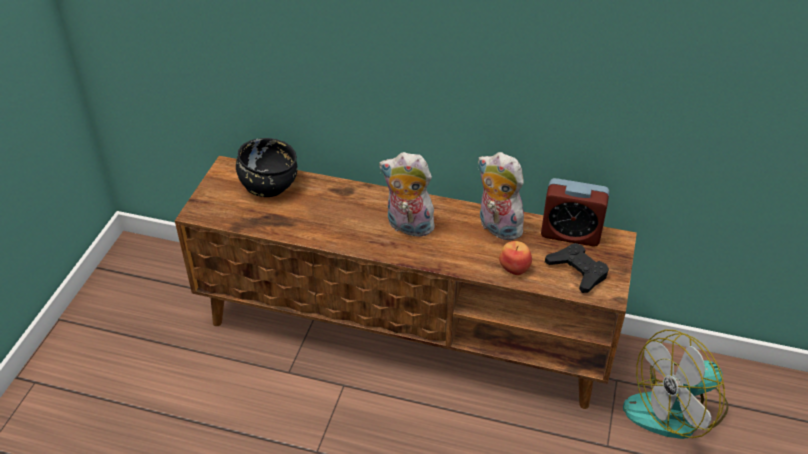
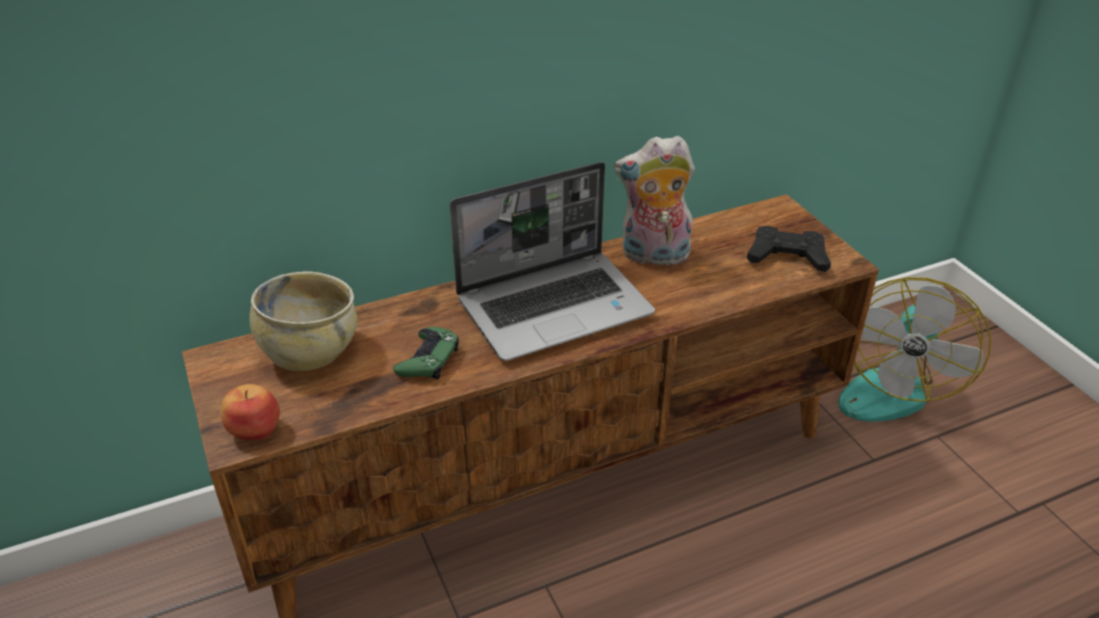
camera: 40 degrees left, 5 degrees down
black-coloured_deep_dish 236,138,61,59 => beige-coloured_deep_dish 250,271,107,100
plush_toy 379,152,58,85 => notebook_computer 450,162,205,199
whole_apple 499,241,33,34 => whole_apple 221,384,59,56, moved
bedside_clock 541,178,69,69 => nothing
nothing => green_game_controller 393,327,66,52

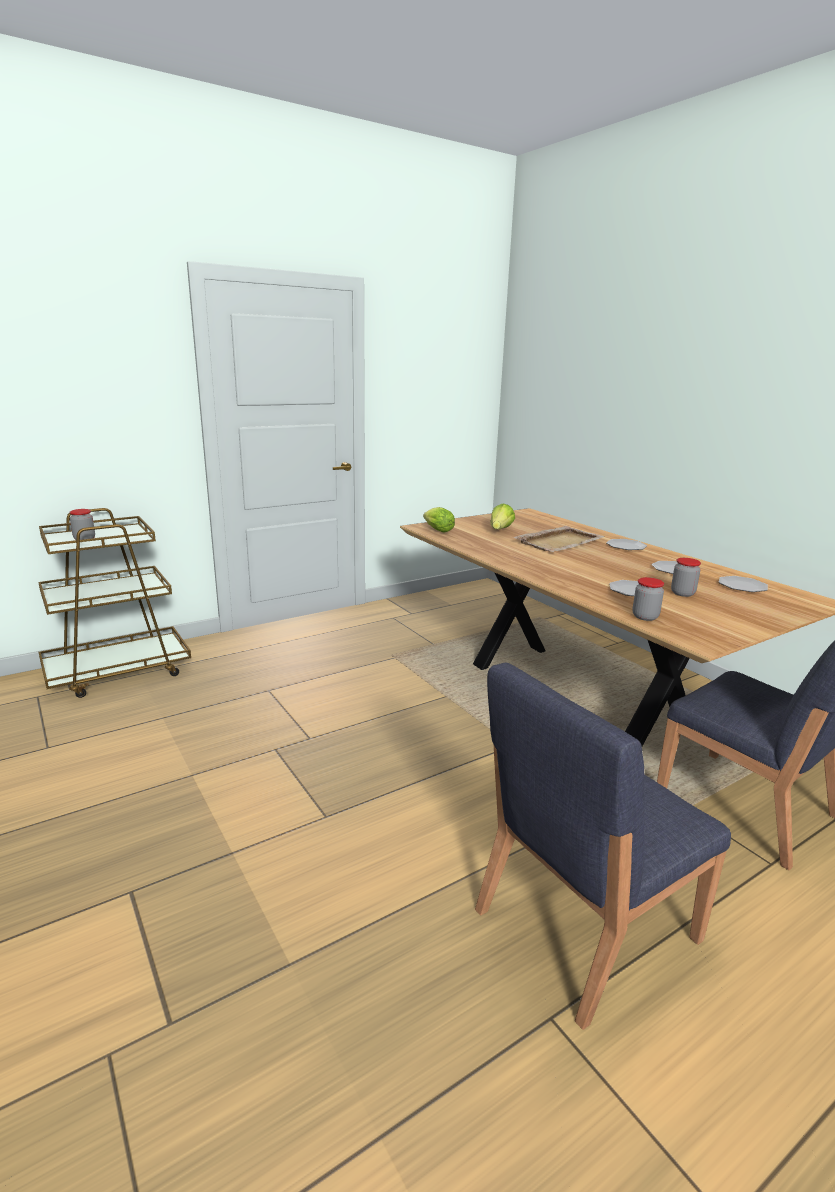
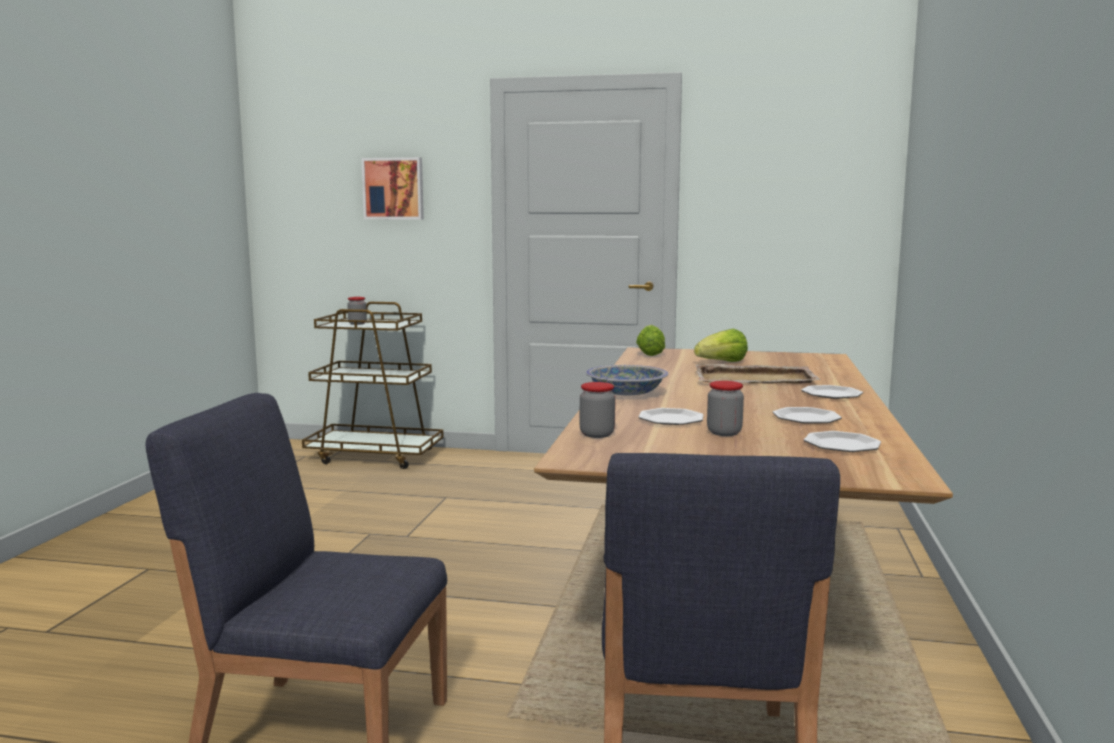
camera: 45 degrees right, 10 degrees down
nothing => wall_picture 361,157,63,62
nothing => deep_dish 586,365,82,30

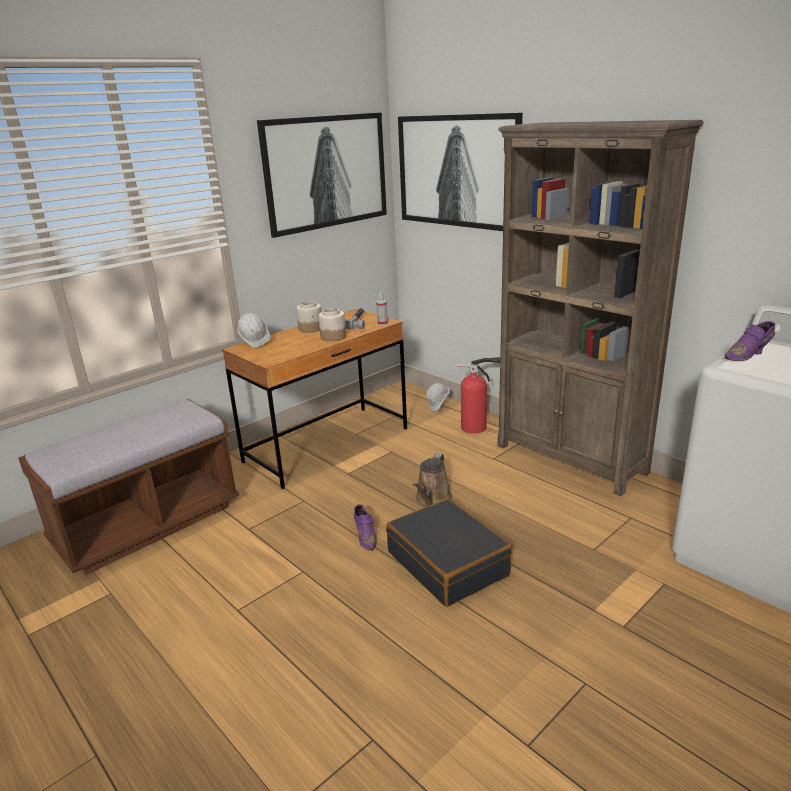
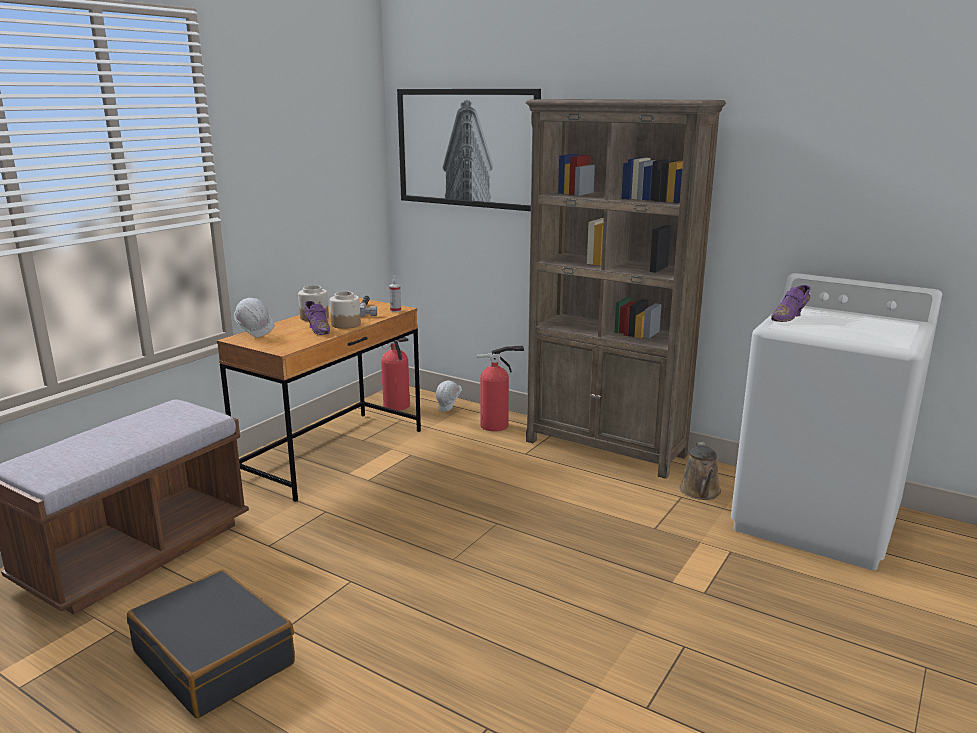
camera: 15 degrees left, 5 degrees down
wall_picture 257,113,130,125 => nothing
purple-coloured_low_shoe 354,504,23,47 => purple-coloured_low_shoe 304,301,26,34, moved
black-coloured_piece_of_luggage 386,498,127,109 => black-coloured_piece_of_luggage 127,569,168,149, moved
brown_watering_pot 412,453,40,54 => brown_watering_pot 680,442,41,58, moved
nothing => extinguisher 381,337,29,74

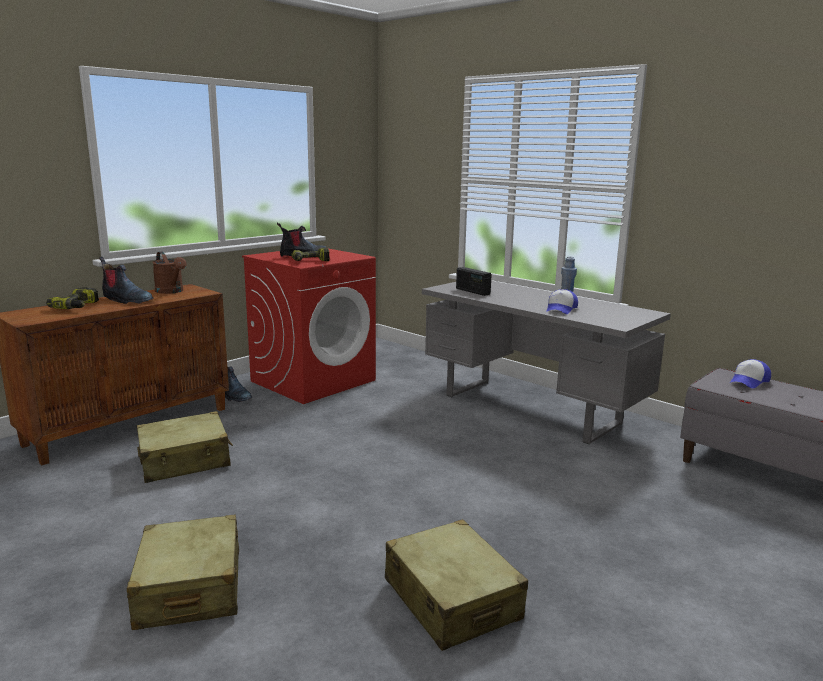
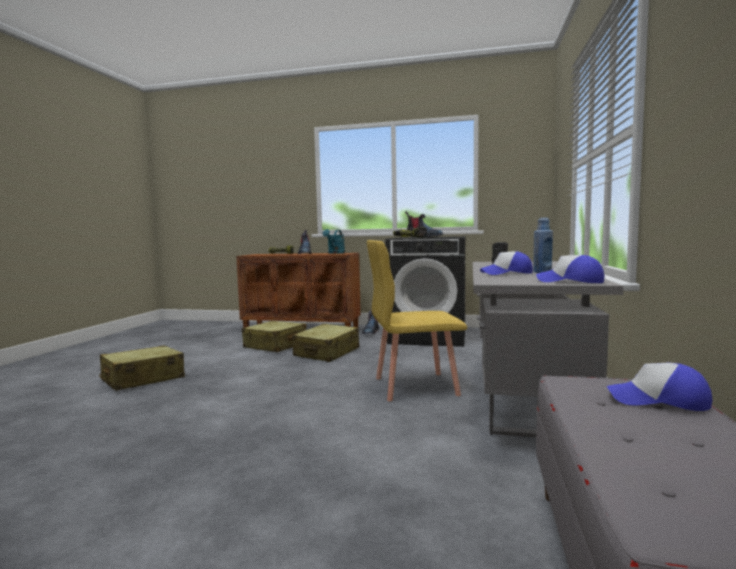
camera: 60 degrees right, 10 degrees down
brown_watering_pot 152,252,35,42 => turquoise-coloured_watering_pot 323,229,22,25
red-coloured_washing_machine 242,249,134,155 => black-coloured_washing_machine 385,236,80,111
beige-coloured_piece_of_luggage 385,519,143,132 => beige-coloured_piece_of_luggage 292,324,67,38, moved
nothing => yellow_chair 367,240,100,161
nothing => peaked_cap 536,255,69,28

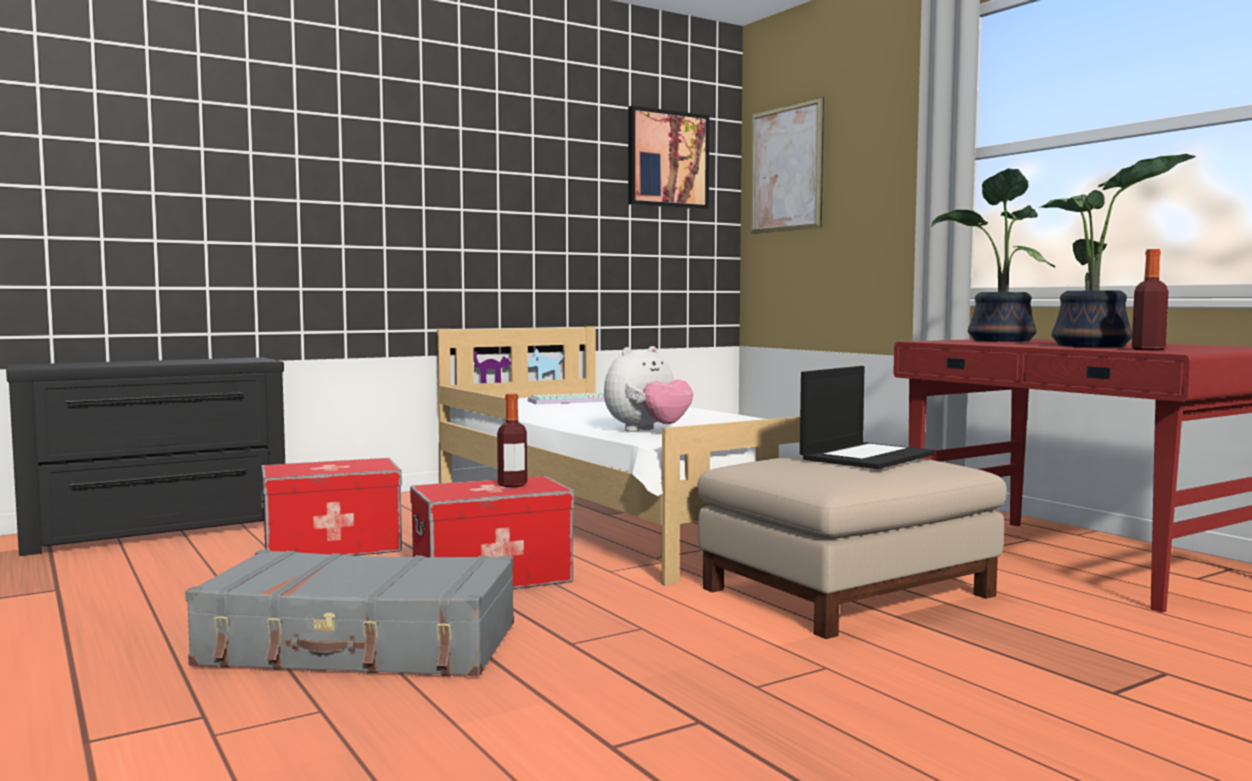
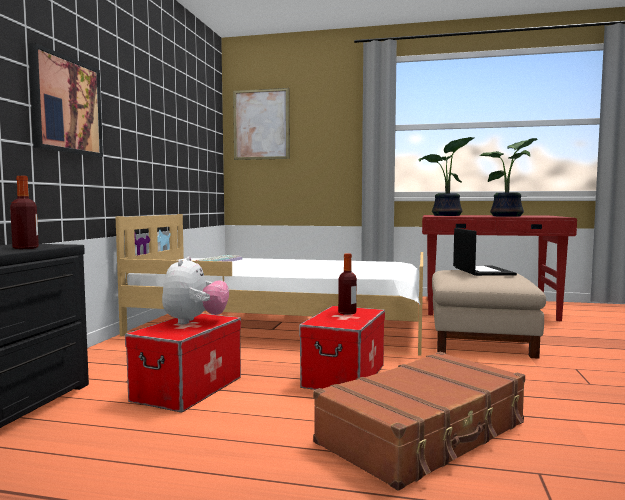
camera: 45 degrees left, 0 degrees up
greyish_piece_of_luggage 185,550,329,126 => brown_piece_of_luggage 313,352,212,139
plush_toy 604,346,89,86 => plush_toy 162,256,67,68, moved
wall_picture 628,106,82,103 => wall_picture 28,43,75,114, moved
bottle 1132,249,37,101 => bottle 10,176,29,73, moved

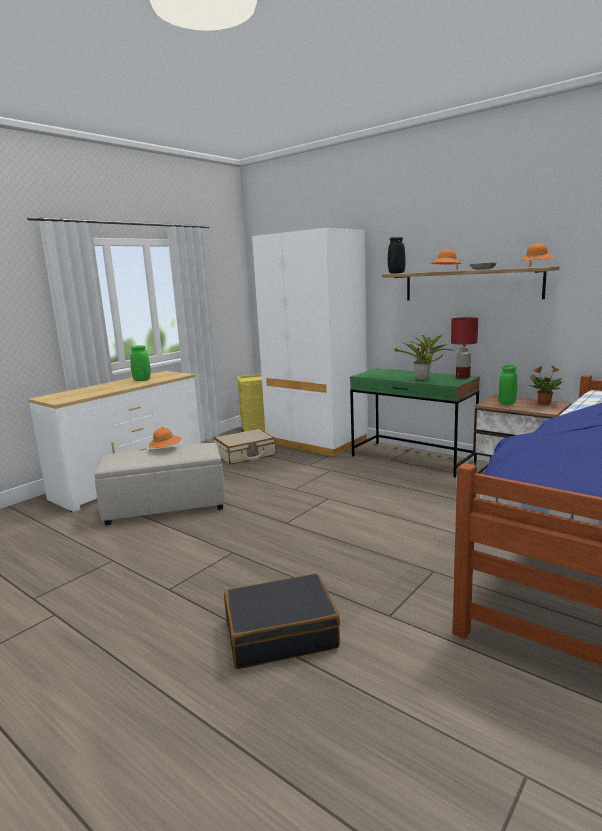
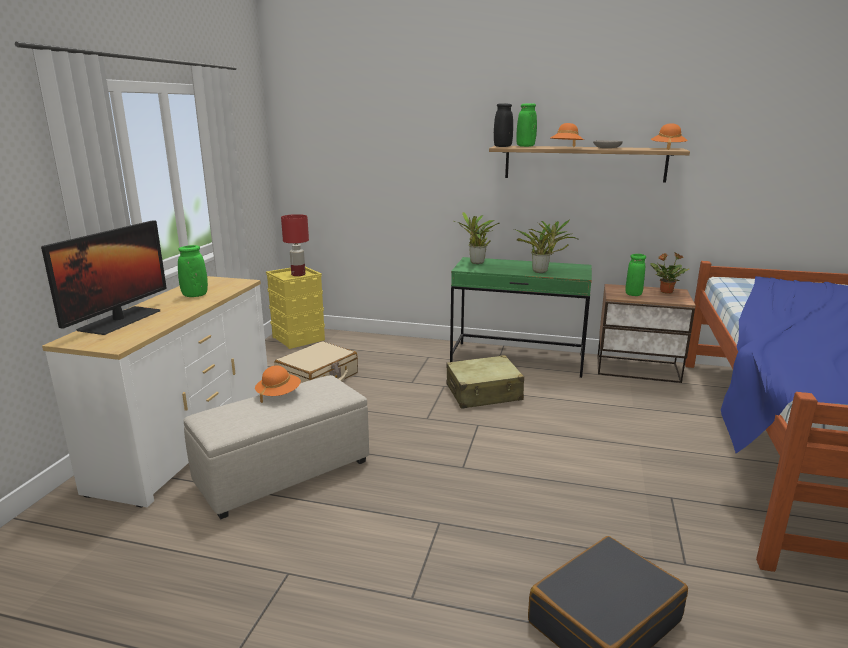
camera: 25 degrees left, 5 degrees up
white-coloured_clothes_cupboard 252,228,116,229 => nothing
red-coloured_lamp_for_a_table 451,317,27,62 => red-coloured_lamp_for_a_table 281,214,28,62, moved
nothing => computer_screen 41,220,126,115
nothing => beige-coloured_piece_of_luggage 447,355,77,54
nothing => plant_in_a_pot 454,212,46,52
nothing => green_vase 516,103,21,44

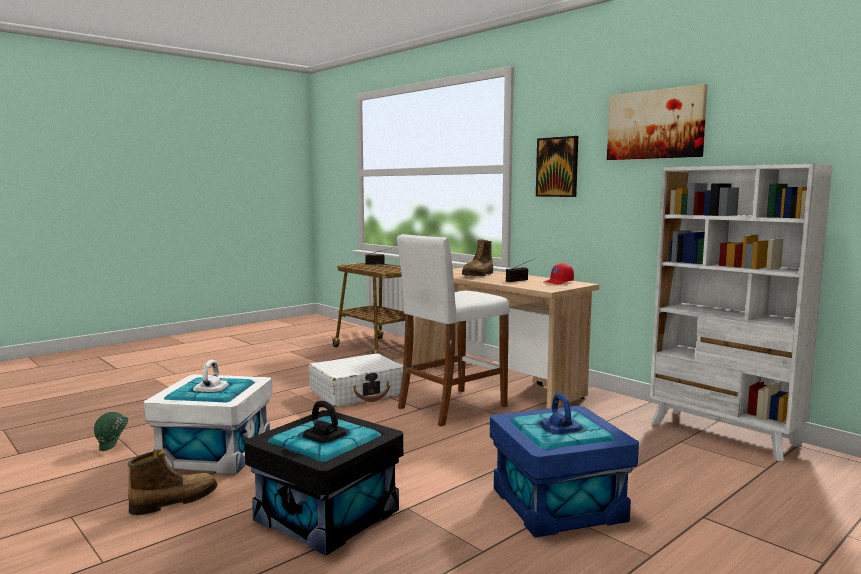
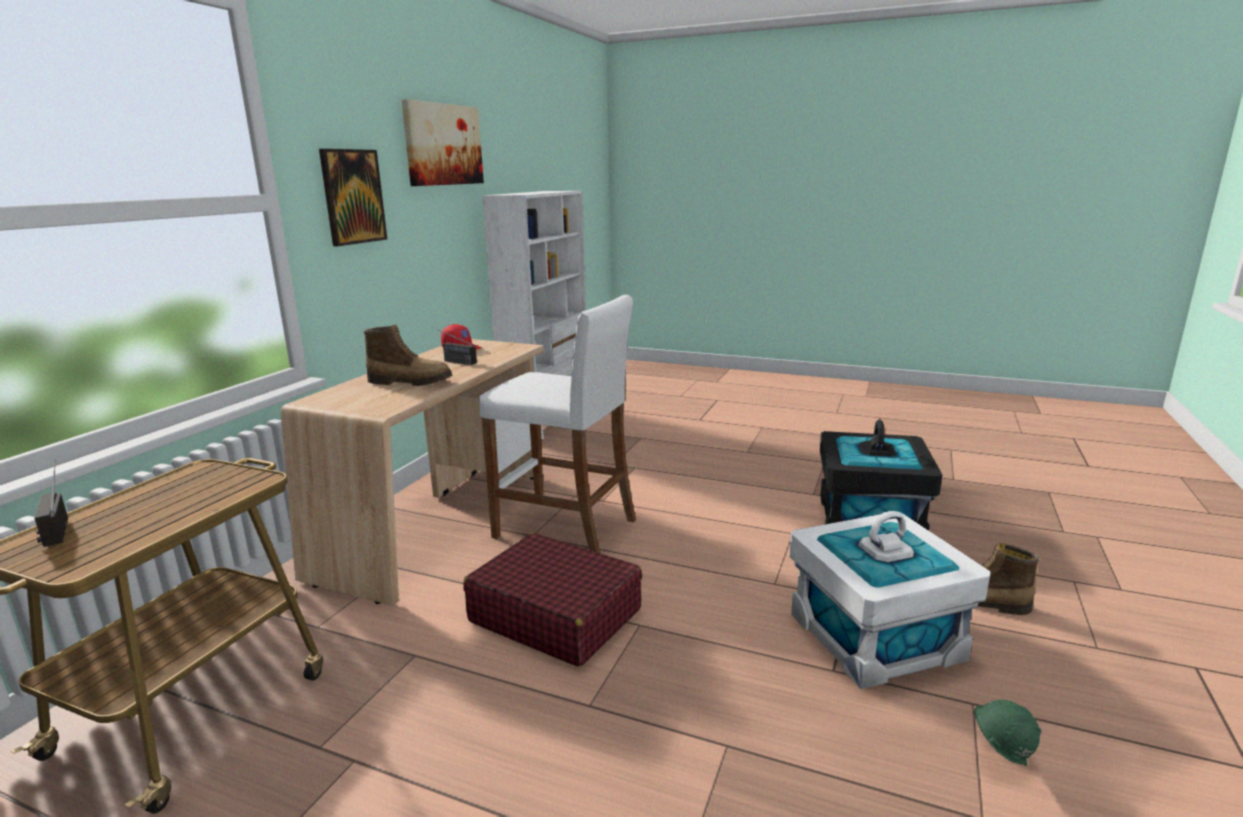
camera: 115 degrees left, 10 degrees up
white-coloured_piece_of_luggage 309,353,94,54 => red-coloured_piece_of_luggage 463,533,179,134
bluish_storage_bin 490,393,149,144 => nothing

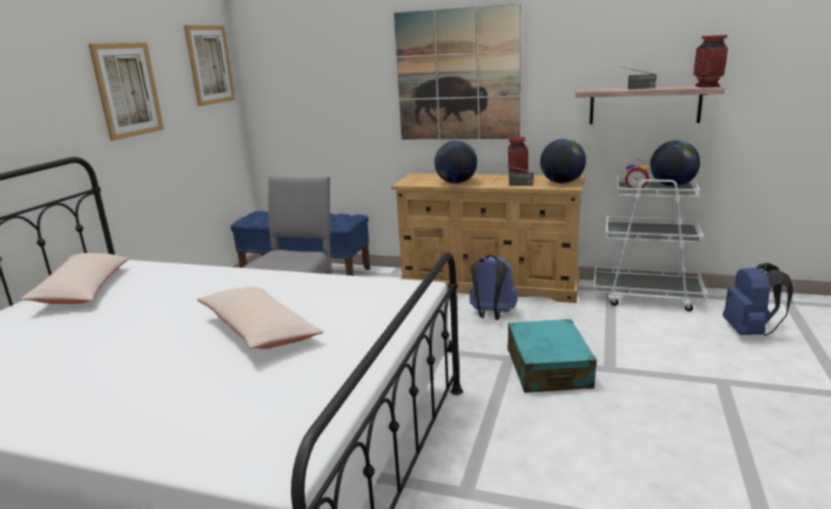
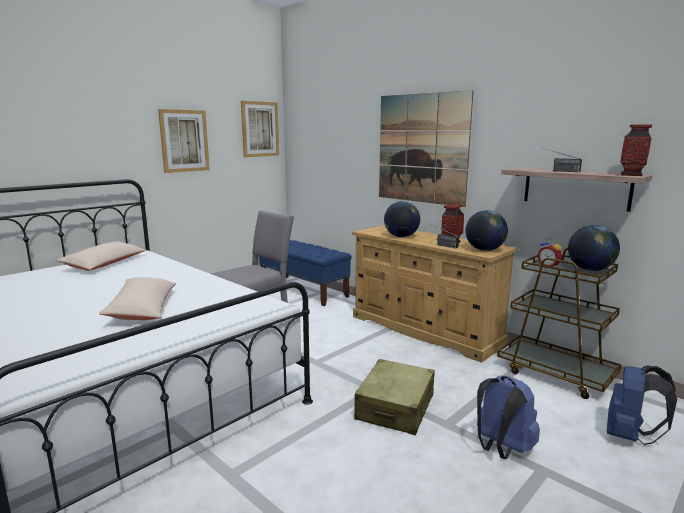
camera: 25 degrees right, 5 degrees down
bluish_knapsack 470,255,47,65 => bluish_knapsack 477,376,63,83, moved
turquoise-coloured_piece_of_luggage 507,319,90,74 => beige-coloured_piece_of_luggage 354,359,81,76
white-coloured_wheeled_cart 593,167,114,145 => brown_wheeled_cart 497,248,125,151

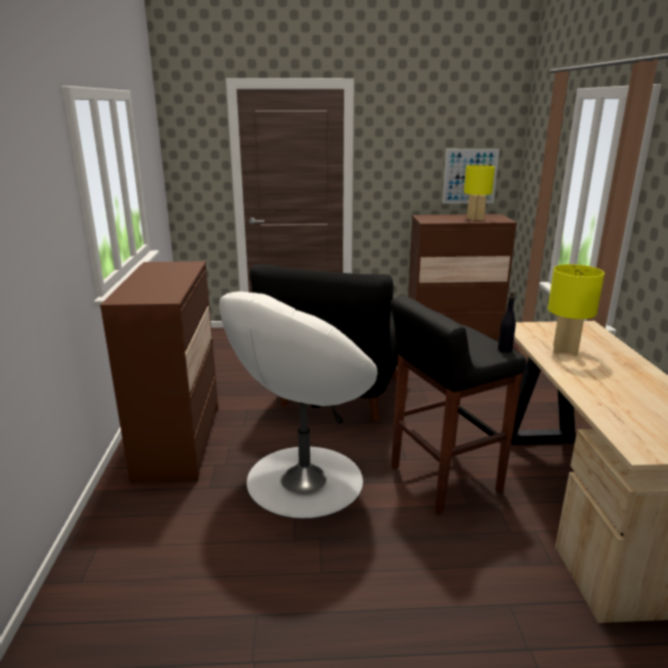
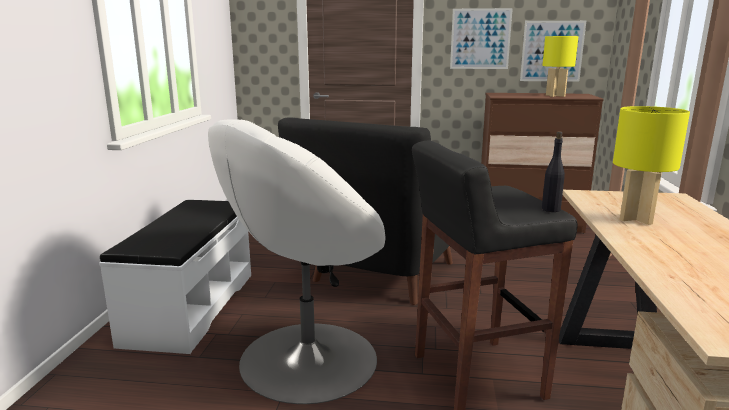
camera: 10 degrees right, 5 degrees down
brown_drawer_chest 100,261,118,221 => white-coloured_long_seat 99,200,152,154
nothing => wall_picture 450,8,63,61

